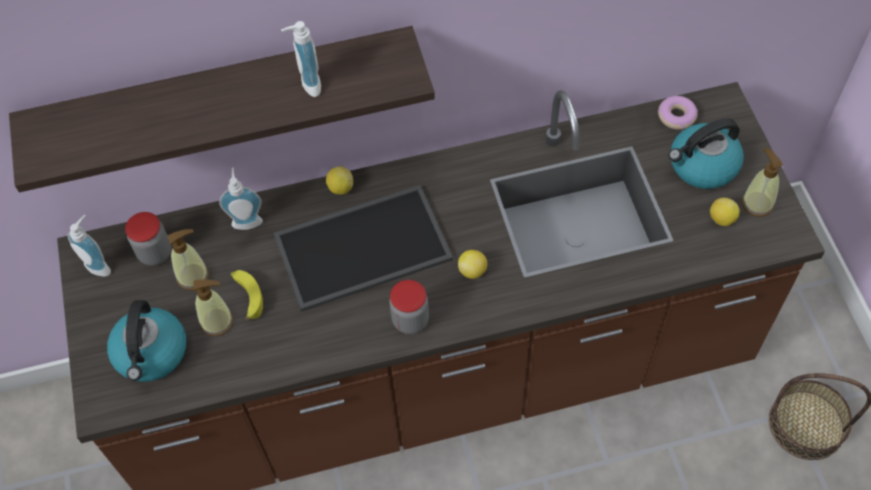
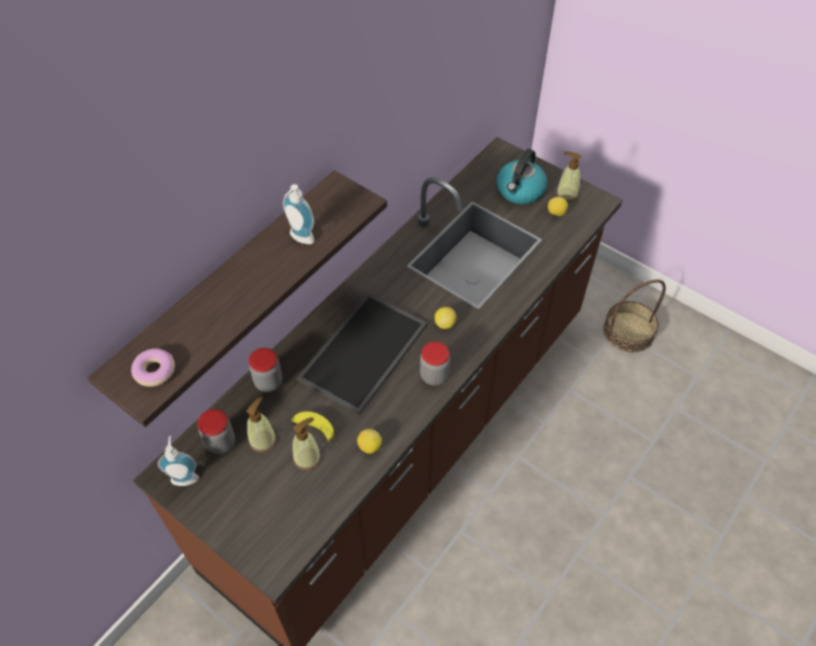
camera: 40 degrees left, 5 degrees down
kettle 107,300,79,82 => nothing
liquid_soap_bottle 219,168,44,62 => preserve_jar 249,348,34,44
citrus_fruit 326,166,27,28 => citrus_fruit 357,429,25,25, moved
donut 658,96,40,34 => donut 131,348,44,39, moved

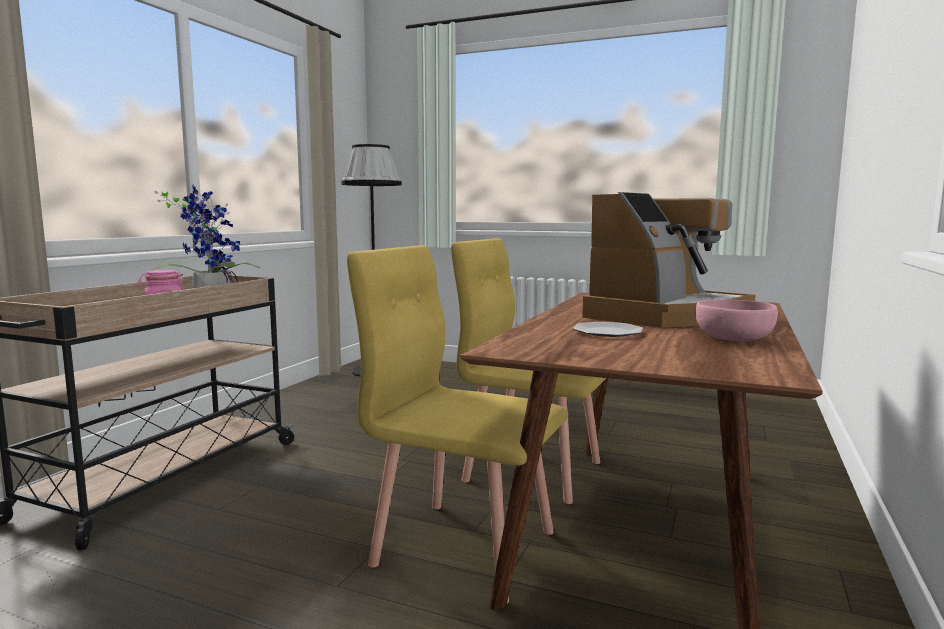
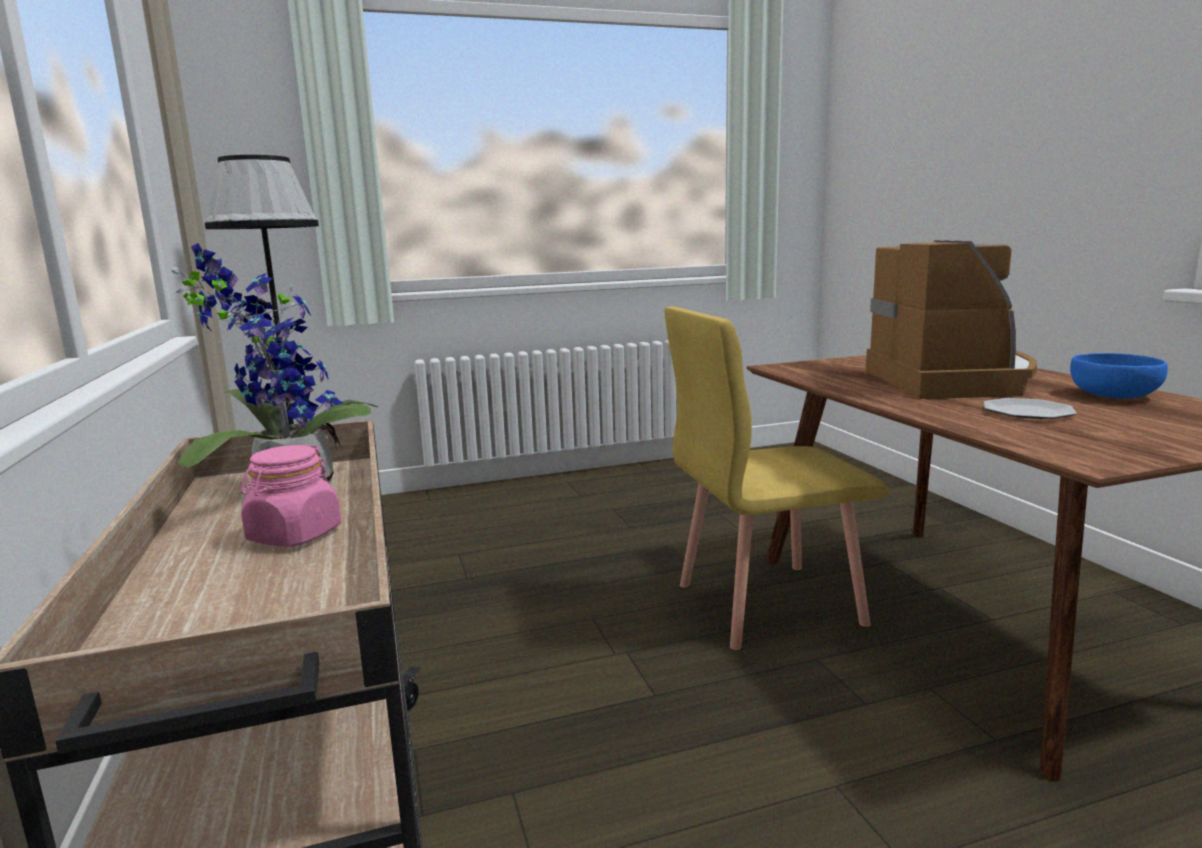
camera: 40 degrees left, 5 degrees up
yellow_chair 347,245,221,358 => nothing
pinkish_deep_dish 695,299,83,42 => bluish_deep_dish 1070,353,98,45

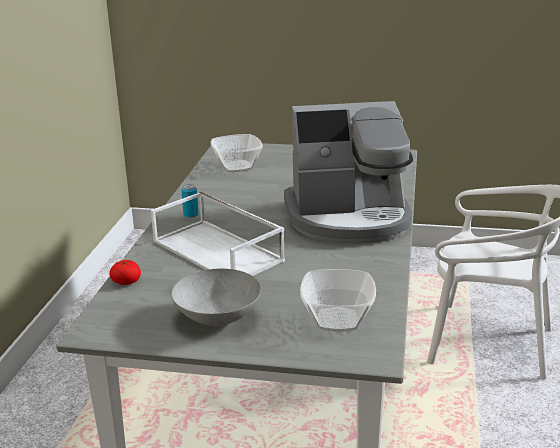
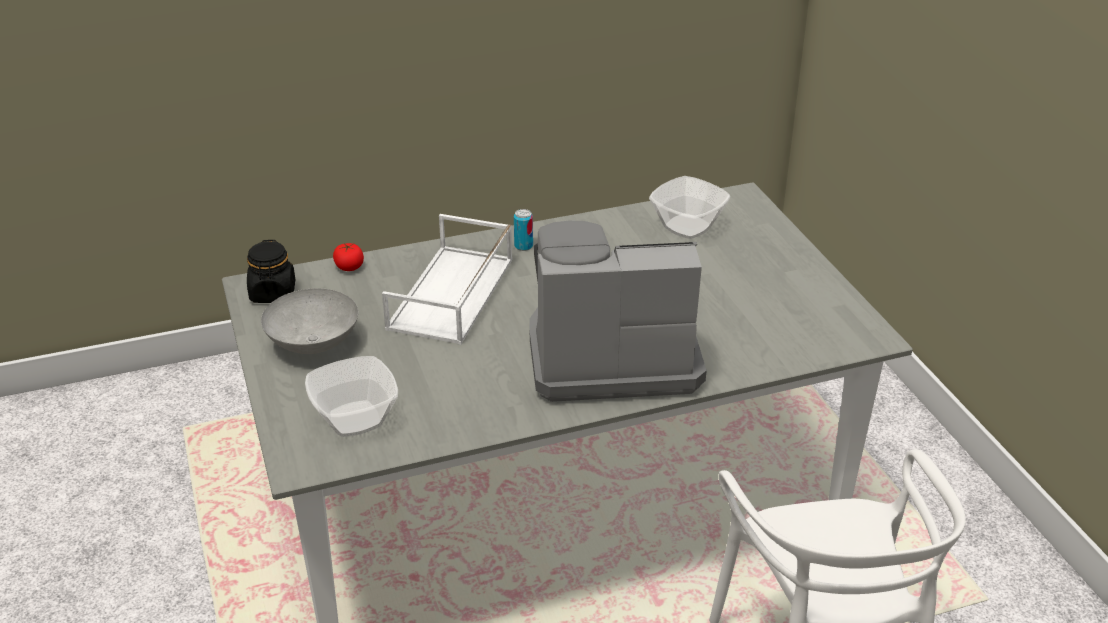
camera: 60 degrees right, 10 degrees up
coffee_brewer 284,101,129,143 => coffee_brewer 530,220,177,182, 120 degrees clockwise
nothing => black-coloured_preserve_jar 247,240,48,63

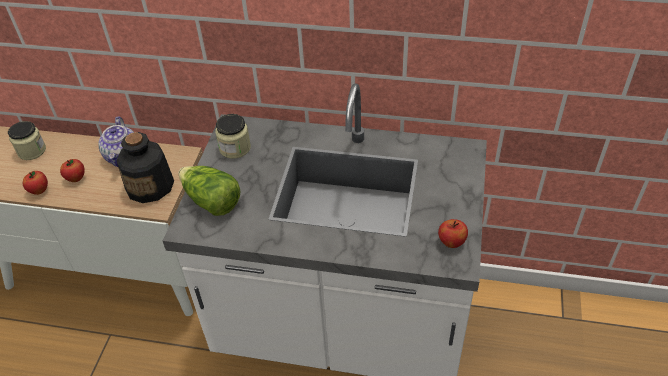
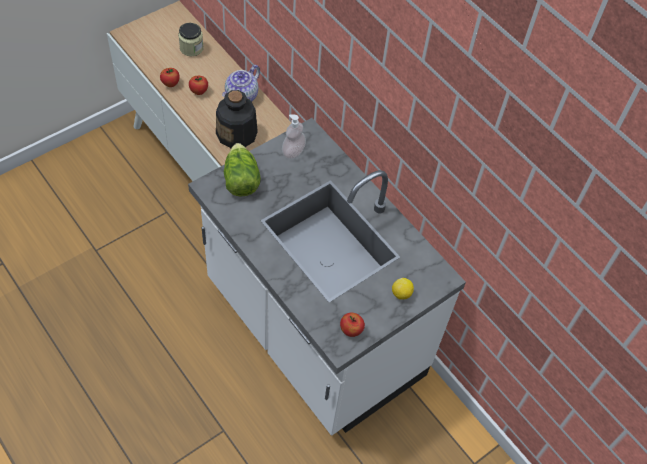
camera: 35 degrees right, 10 degrees up
preserve_jar 215,114,36,45 => liquid_soap_bottle 282,114,24,45
nothing => citrus_fruit 392,278,22,22

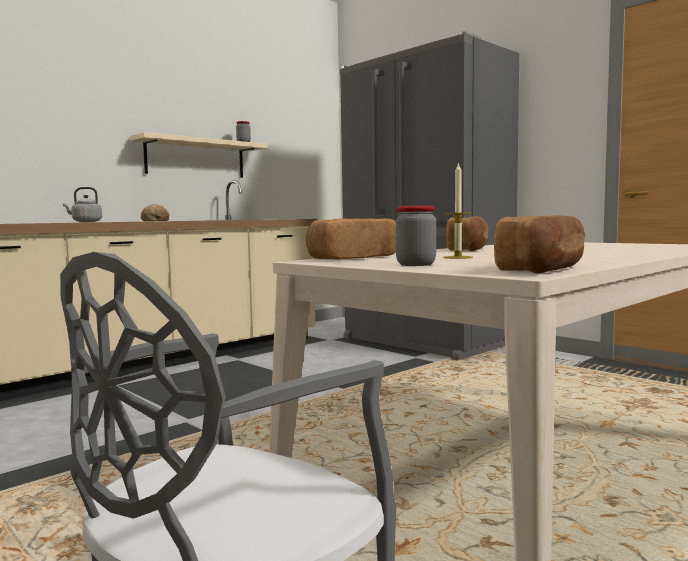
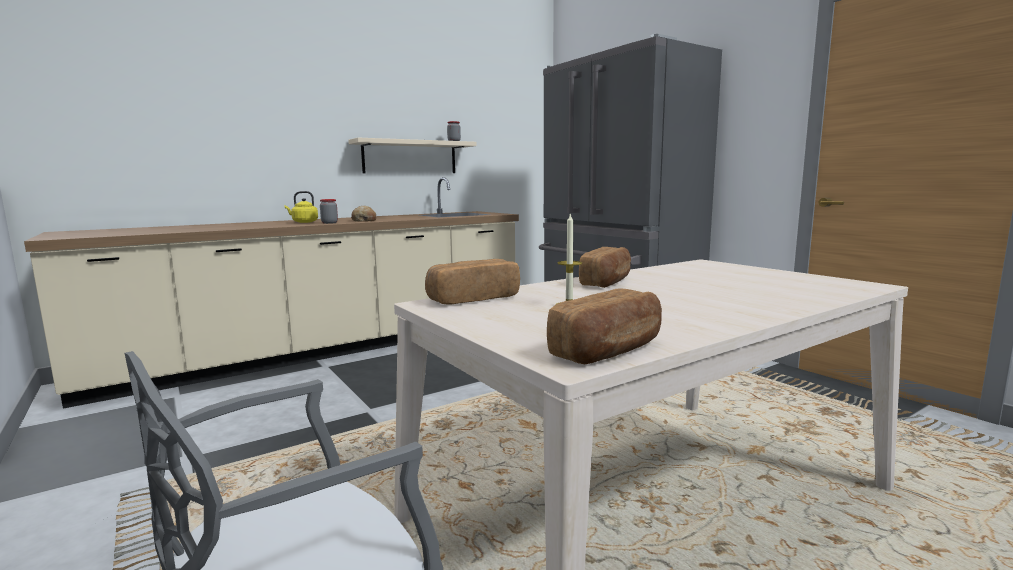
camera: 10 degrees right, 5 degrees up
greyish_kettle 63,187,39,35 => yellow_kettle 285,191,33,32
preserve_jar 396,206,40,60 => preserve_jar 320,199,18,25, moved

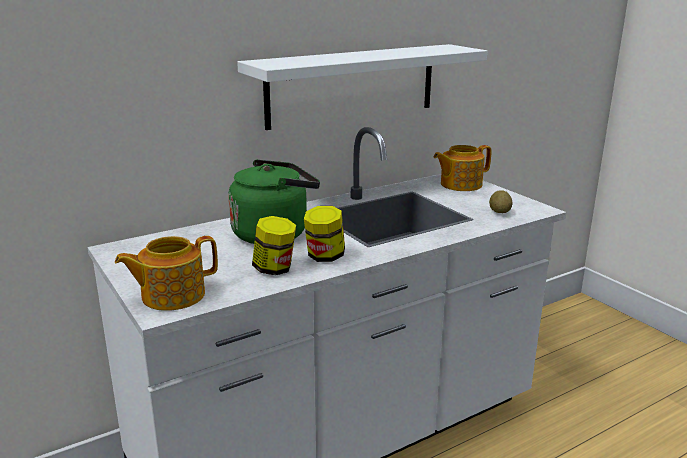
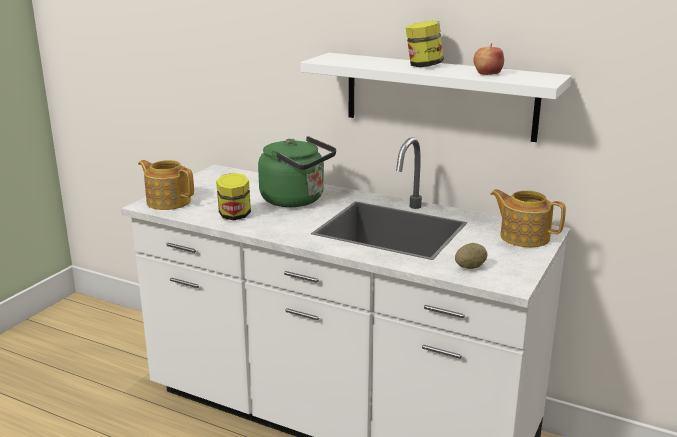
camera: 60 degrees right, 0 degrees up
preserve_jar 304,206,41,56 => preserve_jar 406,21,38,46, moved
nothing => whole_apple 473,43,31,32

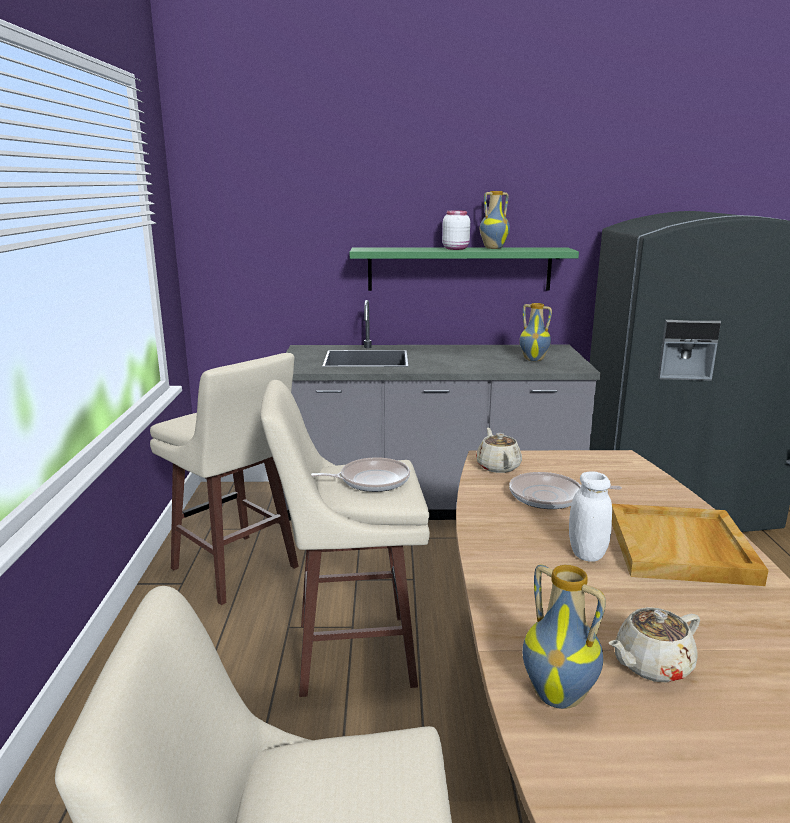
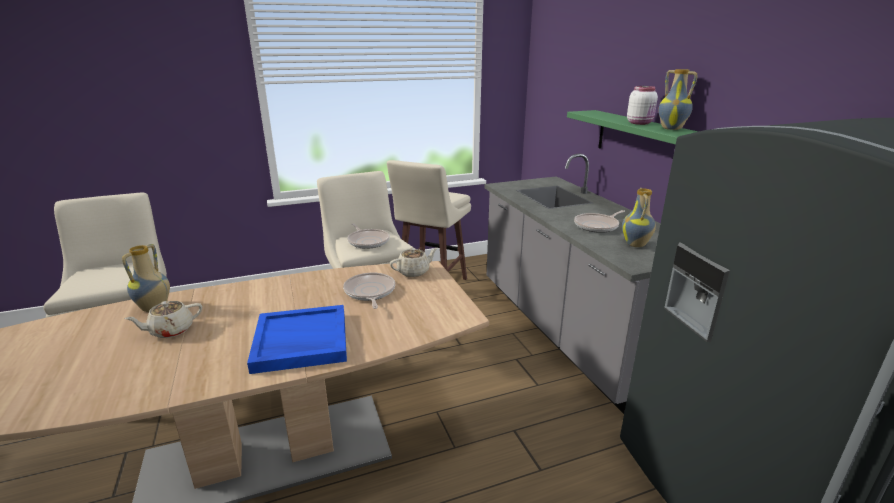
camera: 70 degrees right, 5 degrees up
white-coloured_preserve_jar 569,472,43,90 => nothing
beige-coloured_pot_for_tea 609,607,91,76 => beige-coloured_pot_for_tea 124,301,78,37, 75 degrees counterclockwise
beige-coloured_serving_tray 612,504,157,82 => bluish_serving_tray 247,305,100,69
nothing => pan 574,210,51,23

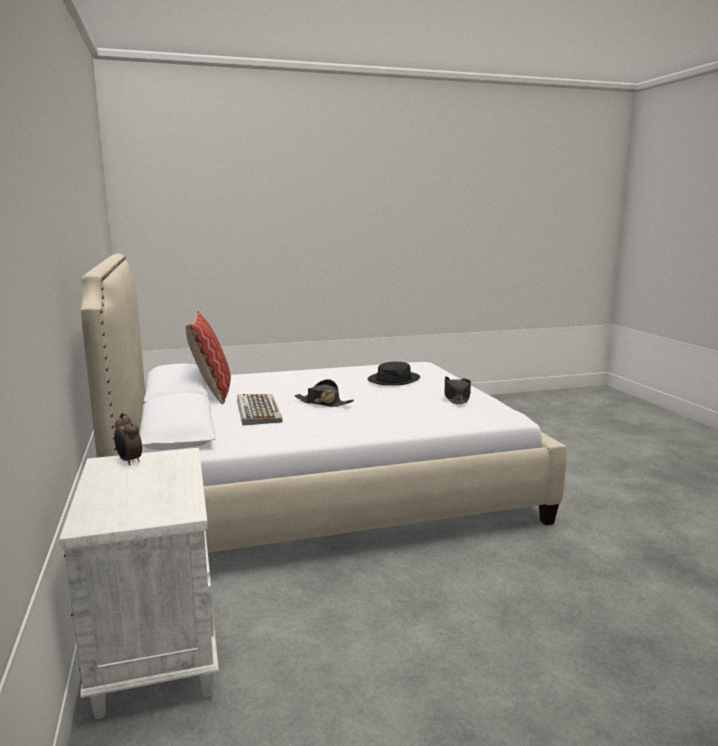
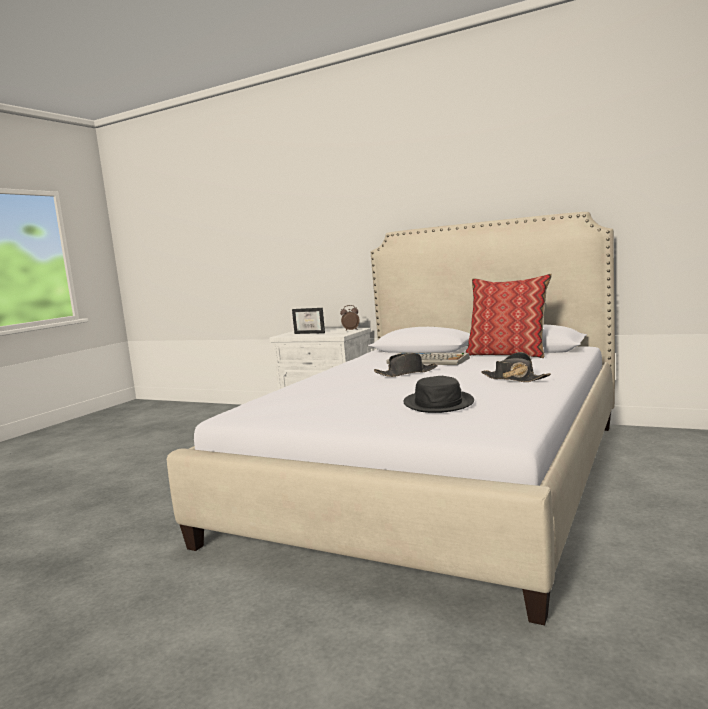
camera: 135 degrees right, 5 degrees down
black-coloured_wearable_hat 444,376,27,28 => black-coloured_wearable_hat 481,352,70,30, moved
nothing => picture_frame 292,308,33,26

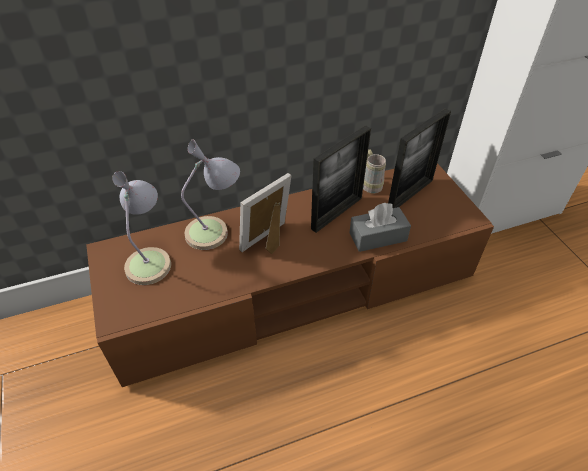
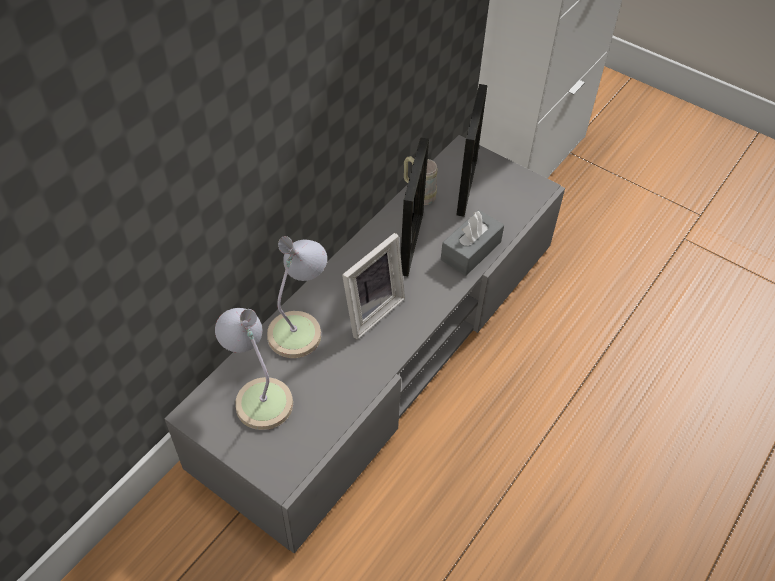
camera: 35 degrees left, 5 degrees up
brown_tv_unit 86,163,408,224 => greyish_tv_unit 164,135,401,418
picture_frame 239,173,53,81 => picture_frame 342,233,63,106, 150 degrees counterclockwise

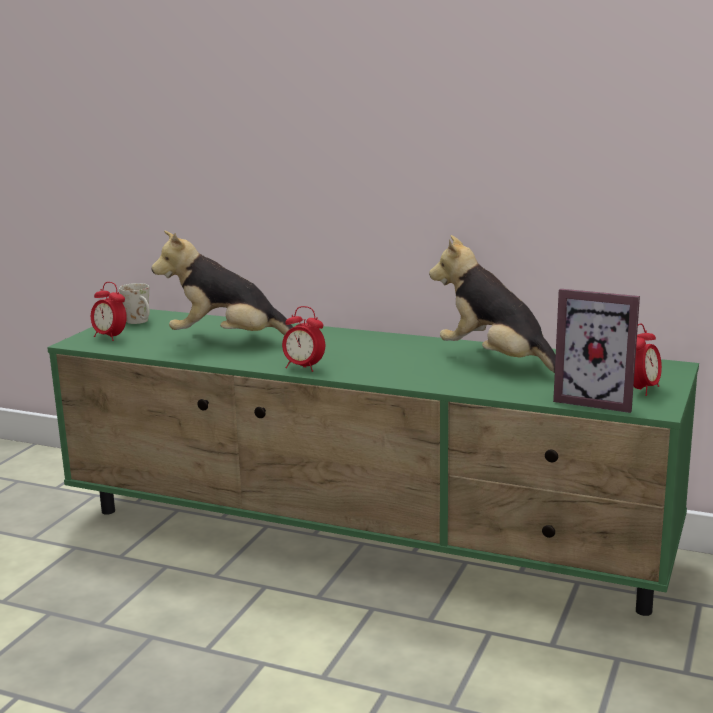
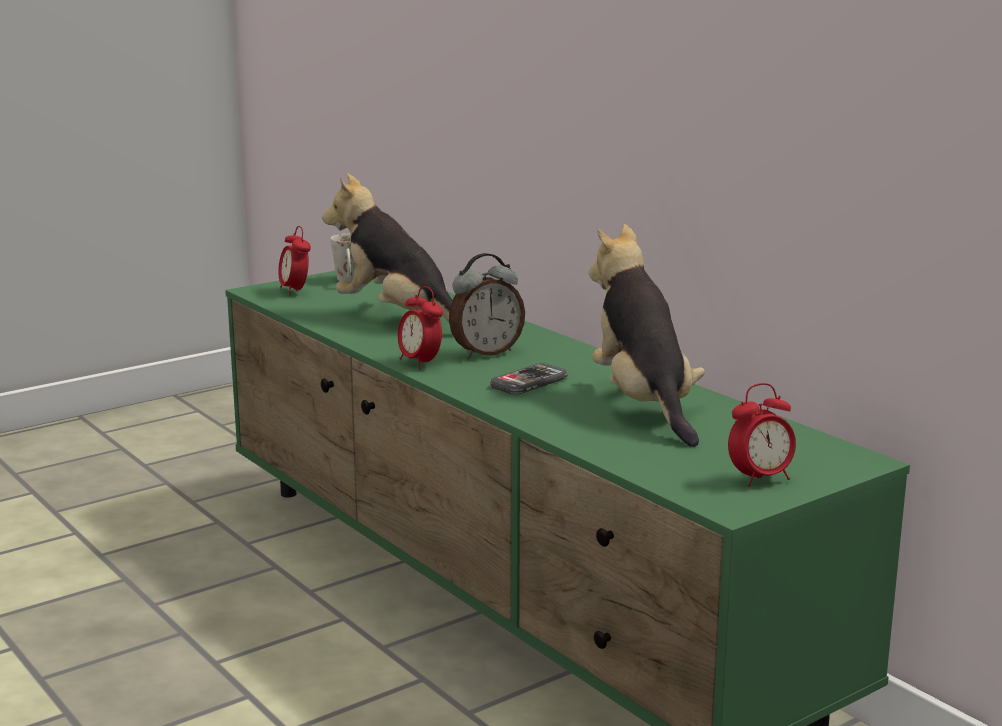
camera: 30 degrees right, 0 degrees up
picture_frame 553,289,87,124 => nothing
nothing => bedside_clock 449,253,76,105
nothing => phone 490,363,78,31

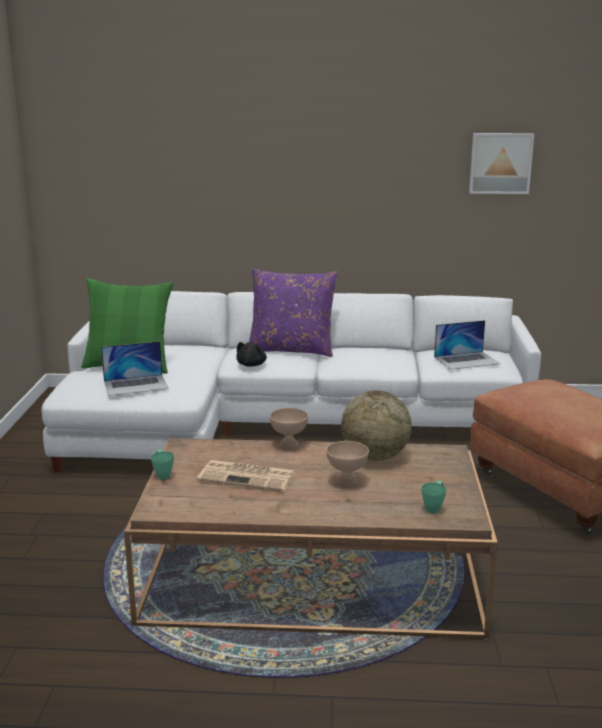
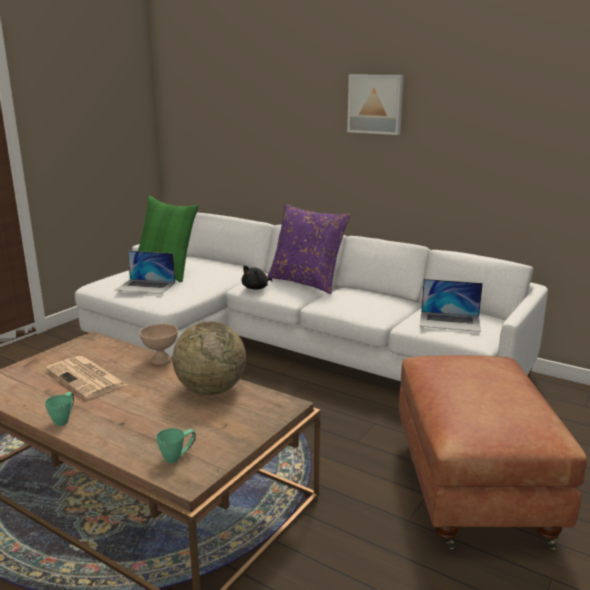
camera: 30 degrees right, 0 degrees up
green_mug 151,449,23,31 => green_mug 45,392,29,34, moved
beige-coloured_deep_dish 326,441,43,47 => nothing
wall_picture 469,133,65,61 => wall_picture 347,75,57,60, moved

